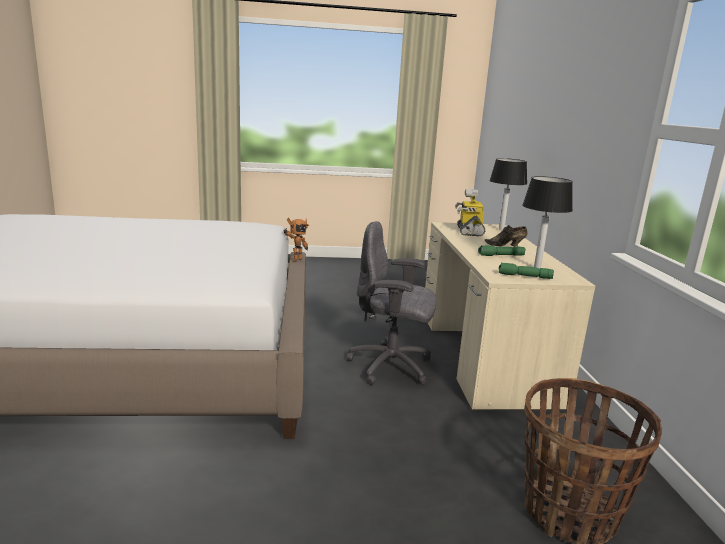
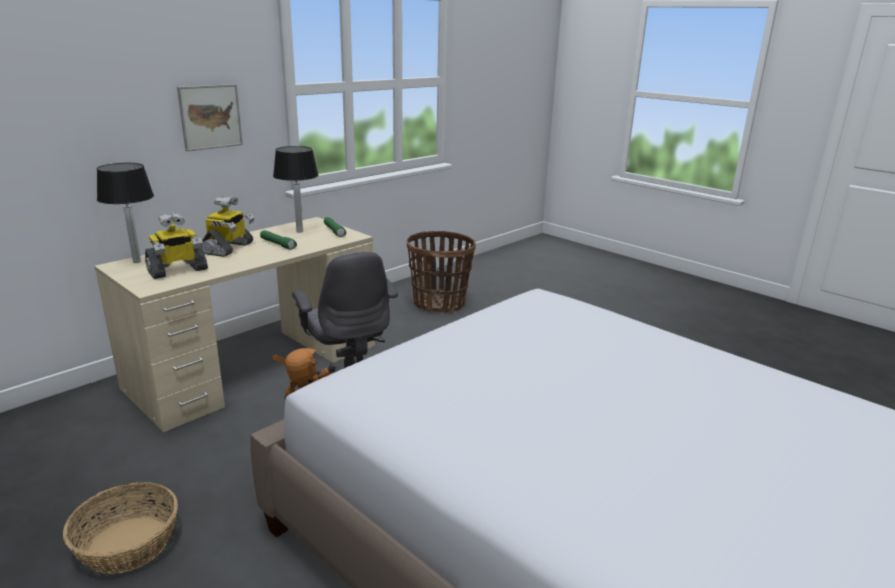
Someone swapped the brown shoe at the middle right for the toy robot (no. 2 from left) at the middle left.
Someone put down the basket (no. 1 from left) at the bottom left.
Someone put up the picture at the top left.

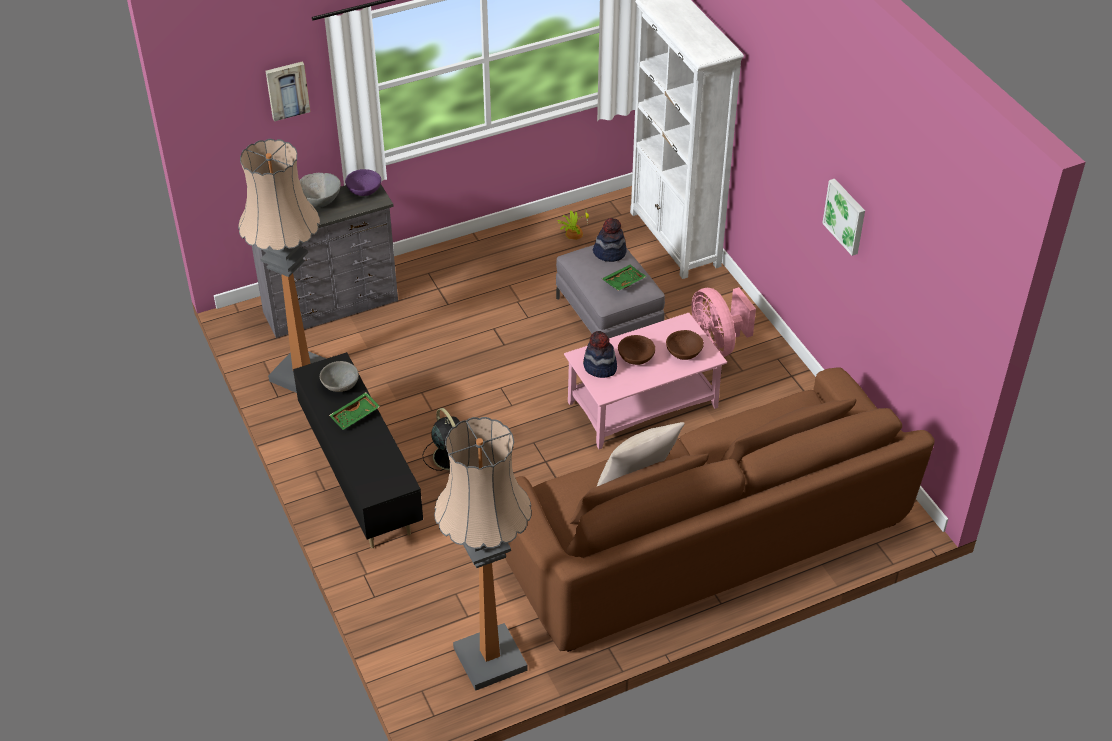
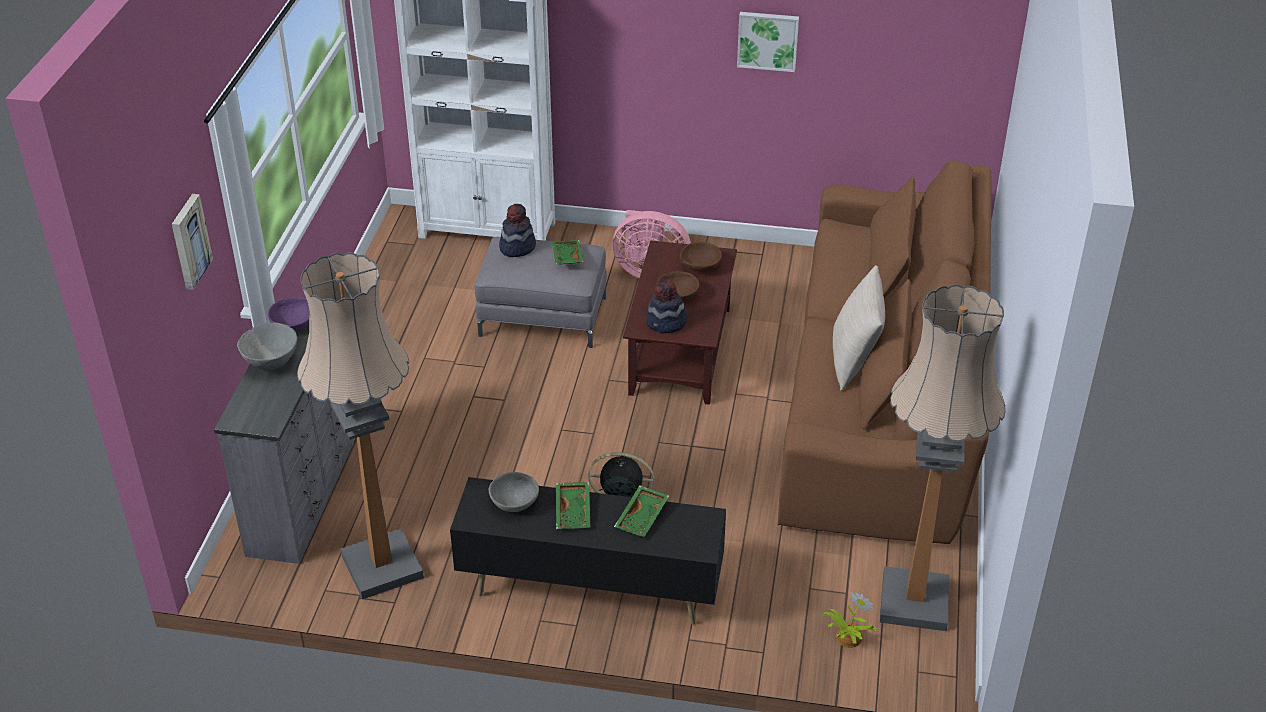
Someone carried the potted plant from the top centre to the bottom right.
Someone repainted the pink coffee table at the centre, which became the brown coffee table at the centre.
Someone put down the green tray (no. 3 from left) at the bottom centre.

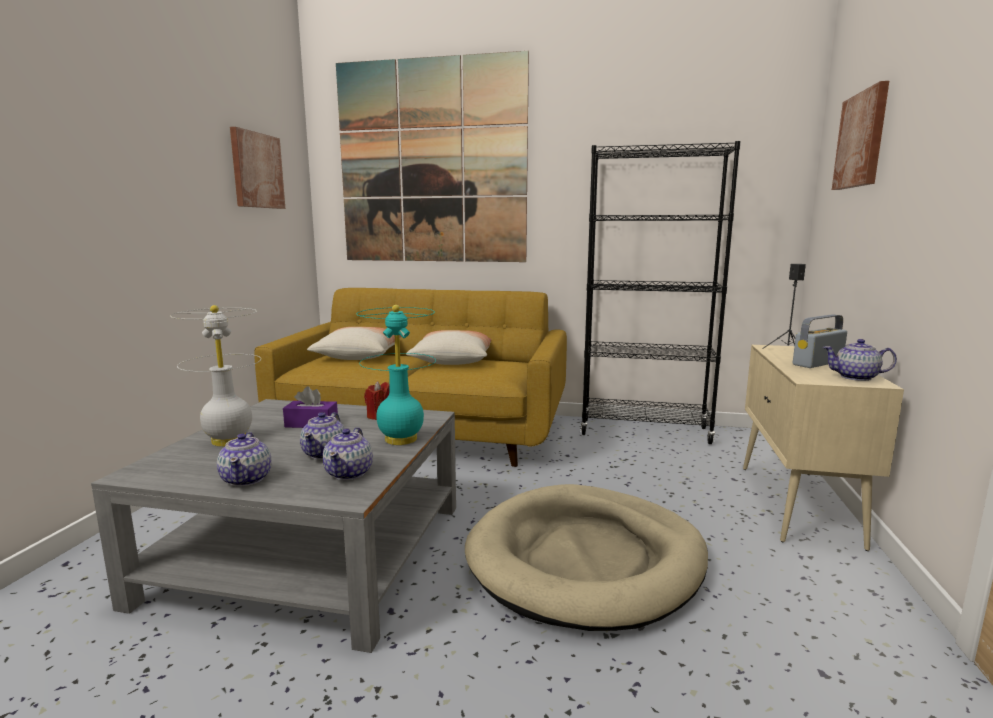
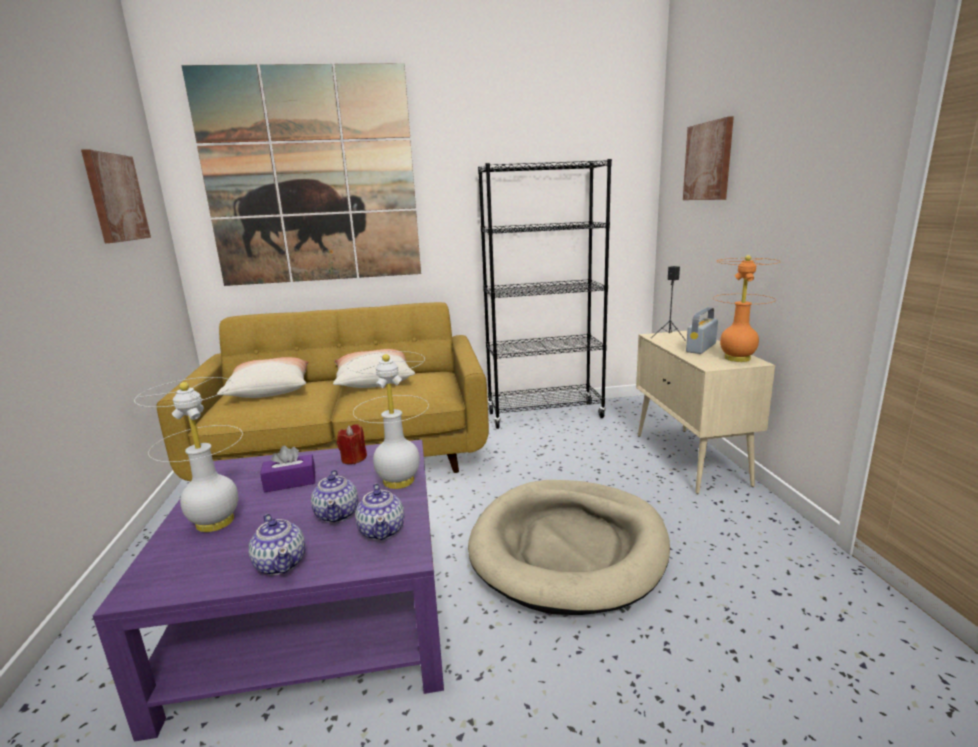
Someone repainted the grey coffee table at the bottom left, which became the purple coffee table at the bottom left.
Someone repainted the turquoise table lamp at the centre, which became the white table lamp (no. 2 from left) at the centre.
Someone swapped the teapot (no. 4 from left) at the middle right for the orange table lamp at the middle right.

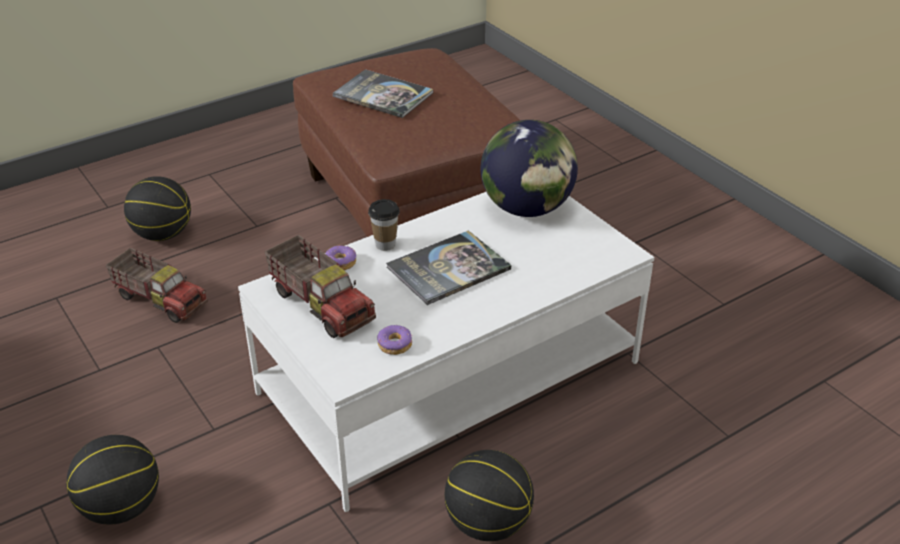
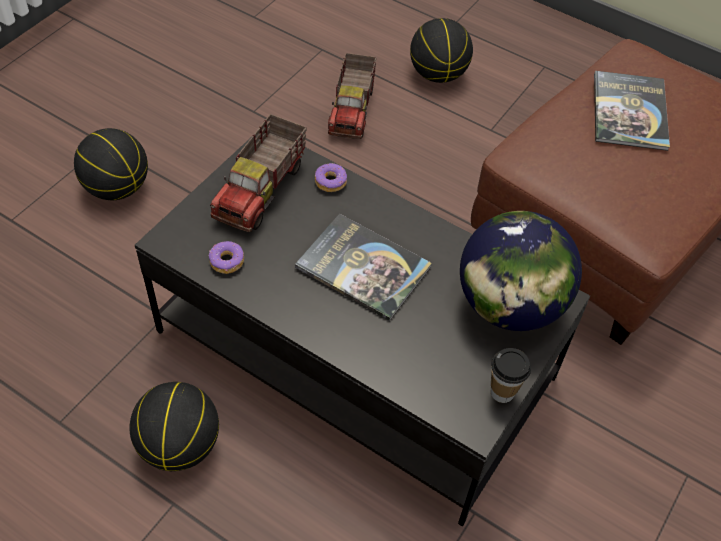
Someone repainted the white coffee table at the centre, which became the black coffee table at the centre.
Someone carried the cup from the centre to the bottom right.

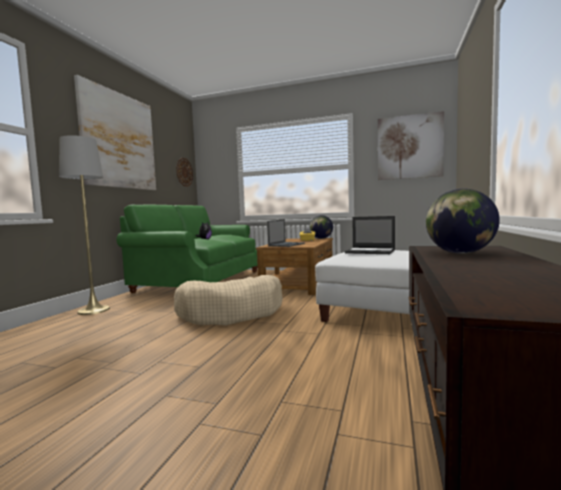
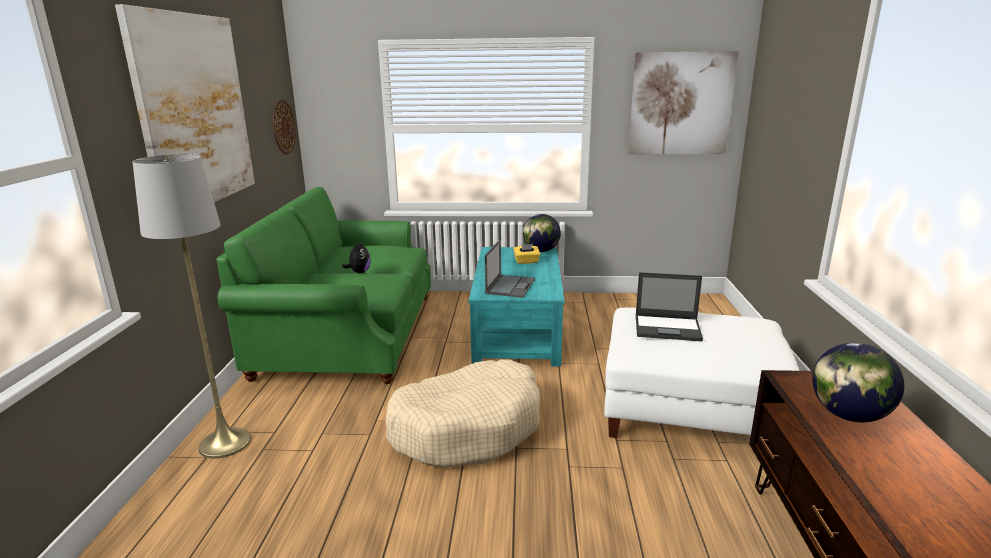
Someone repainted the brown coffee table at the centre, which became the turquoise coffee table at the centre.

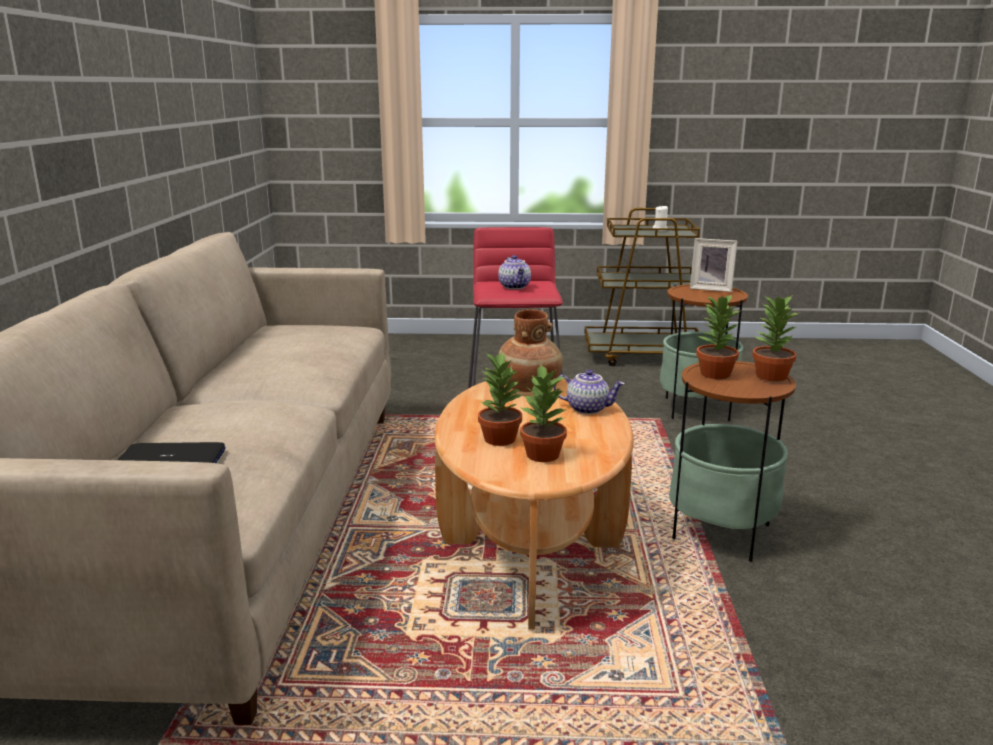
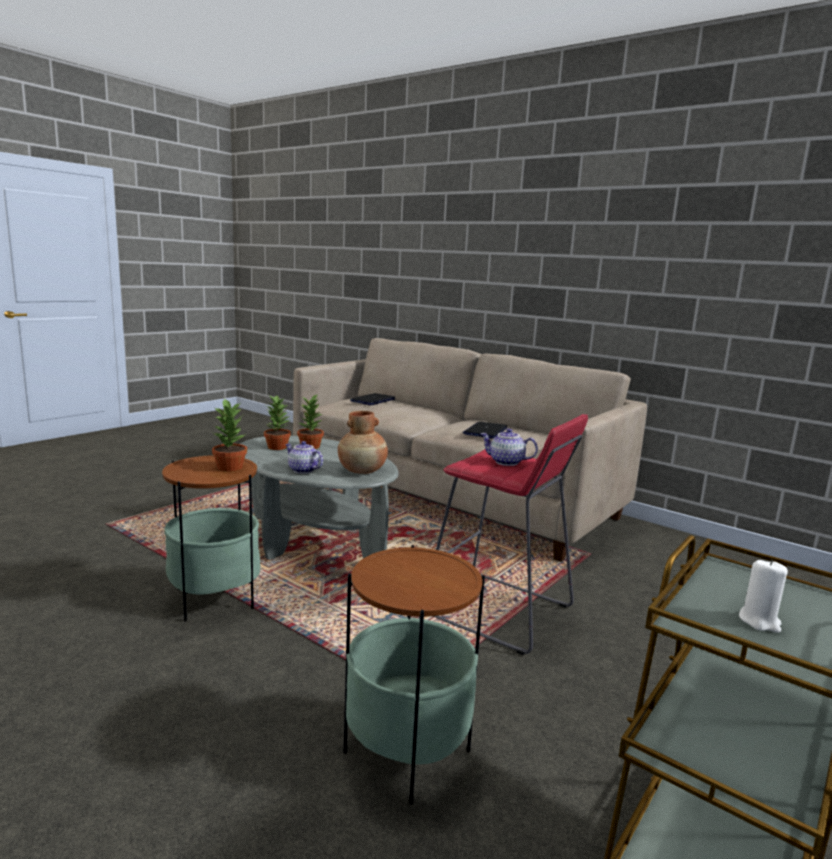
Someone repainted the brown coffee table at the bottom centre, which became the grey coffee table at the centre.
Someone rotated the teapot (no. 2 from left in the first image) at the centre by 75 degrees clockwise.
Someone took away the picture frame at the middle right.
Someone took away the potted plant (no. 4 from left) at the middle right.
Someone put down the laptop (no. 2 from left) at the centre.

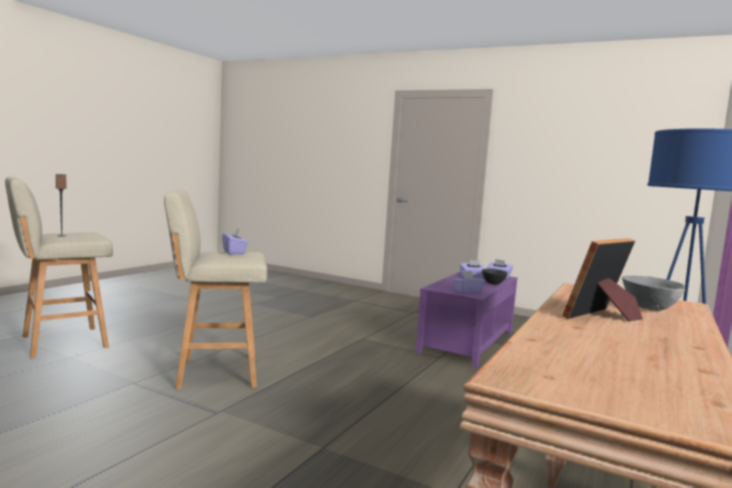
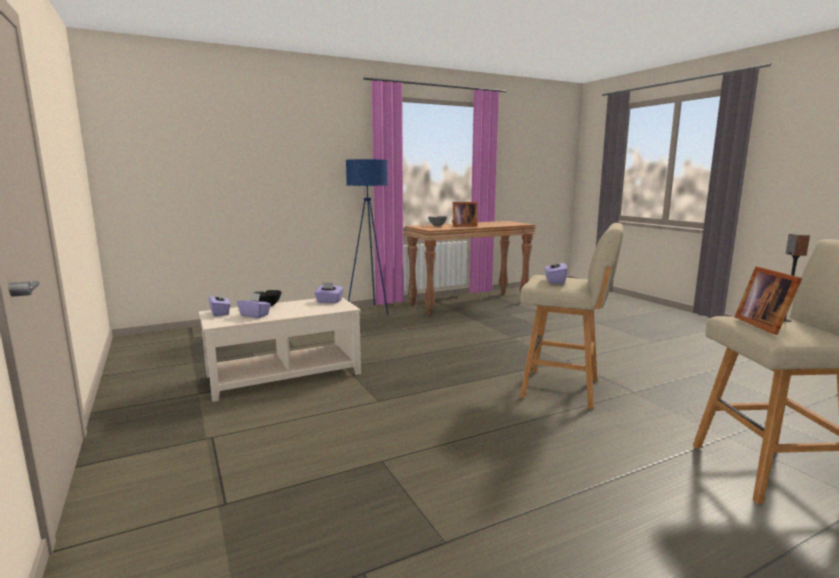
Someone repainted the purple coffee table at the centre, which became the beige coffee table at the centre.
Someone put down the picture frame (no. 2 from left) at the middle right.

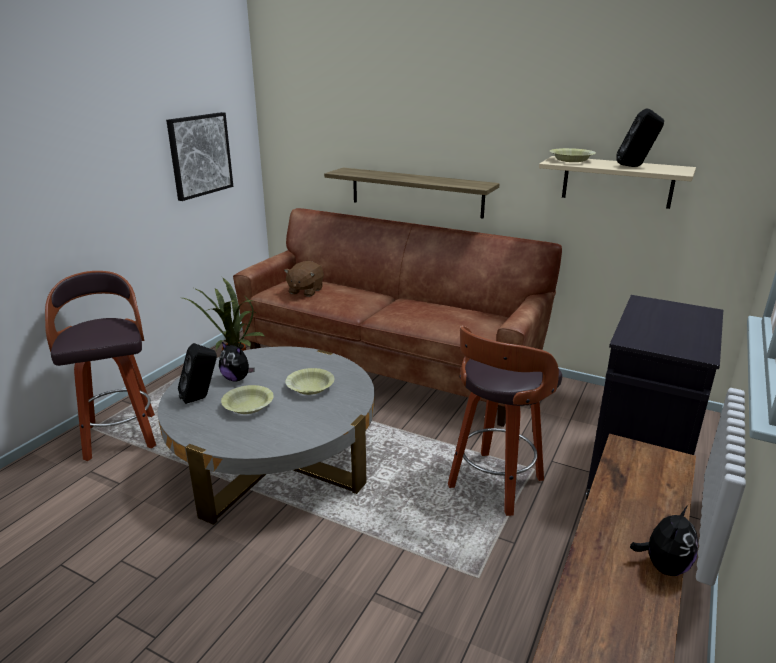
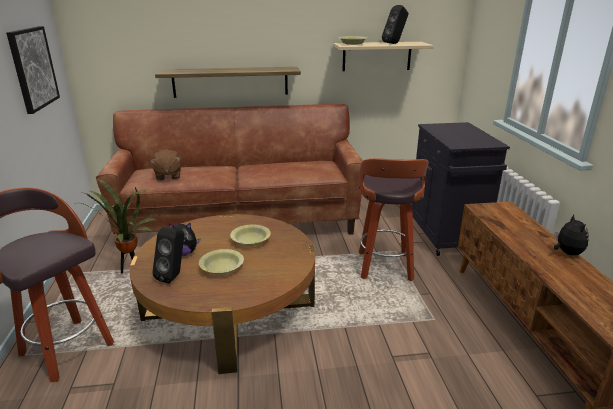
Someone repainted the grey coffee table at the centre, which became the brown coffee table at the bottom centre.

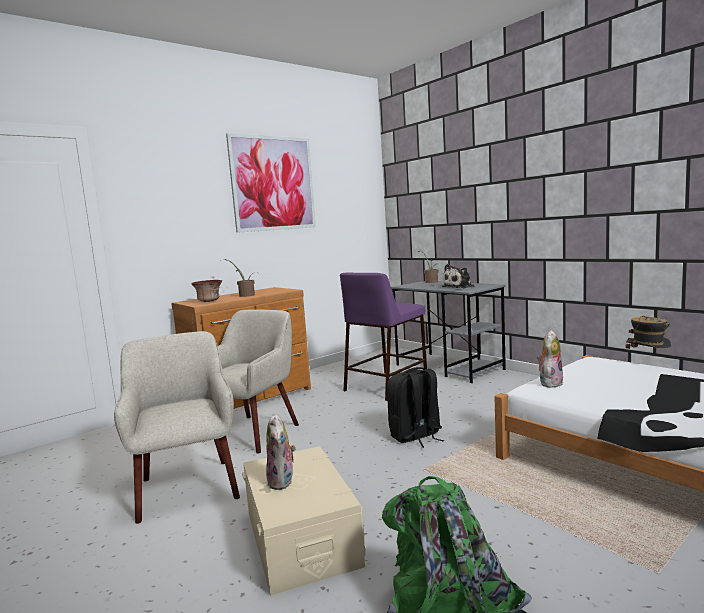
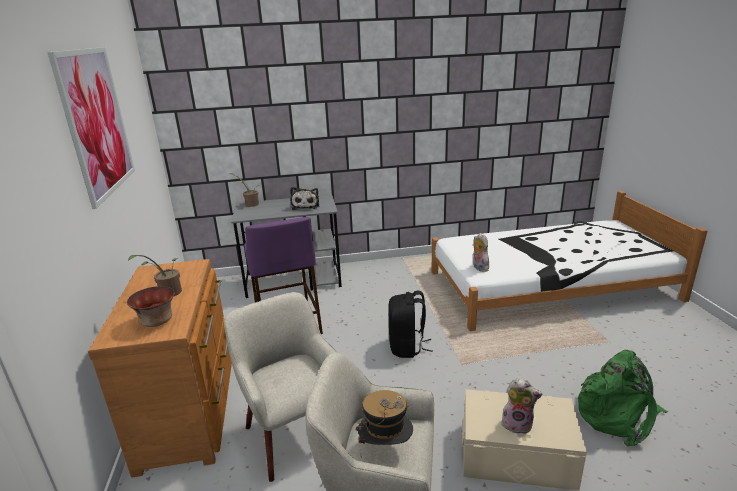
Someone carried the hat from the middle right to the bottom centre.

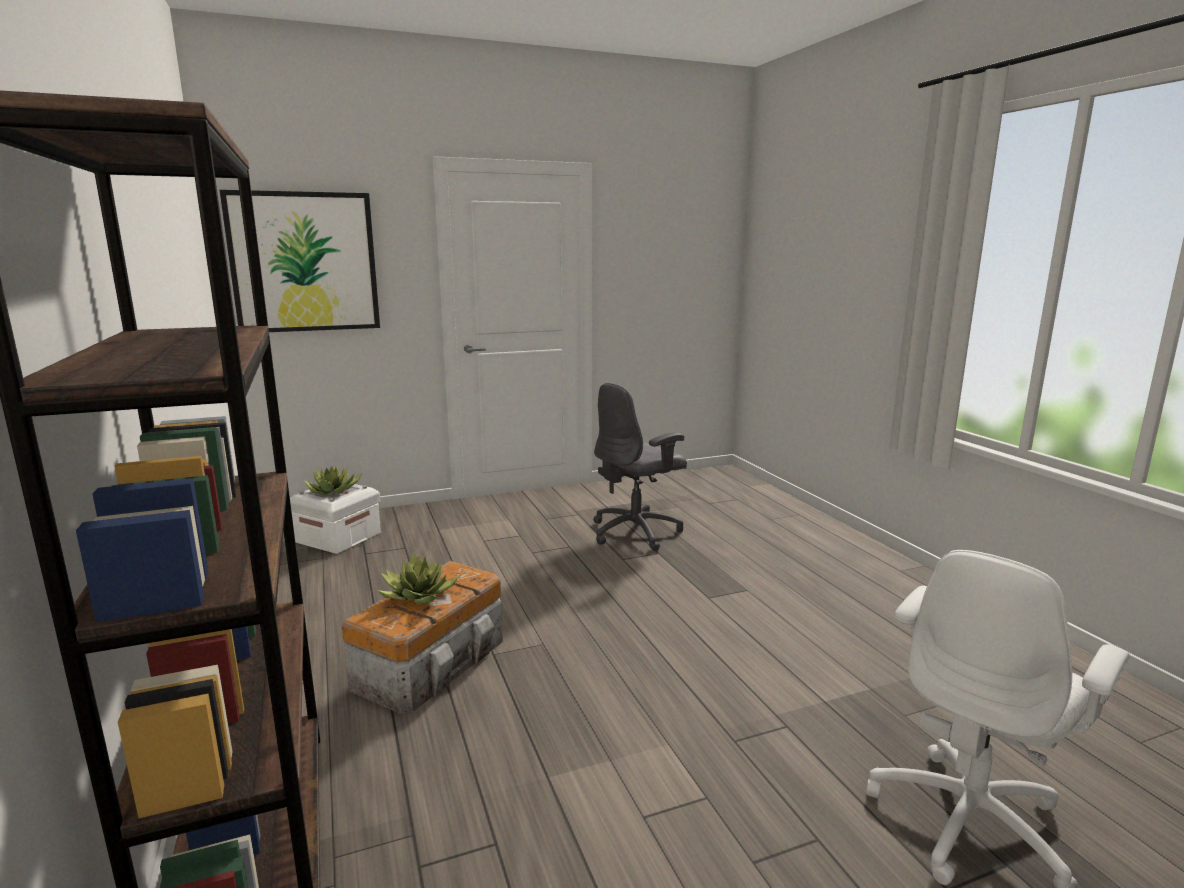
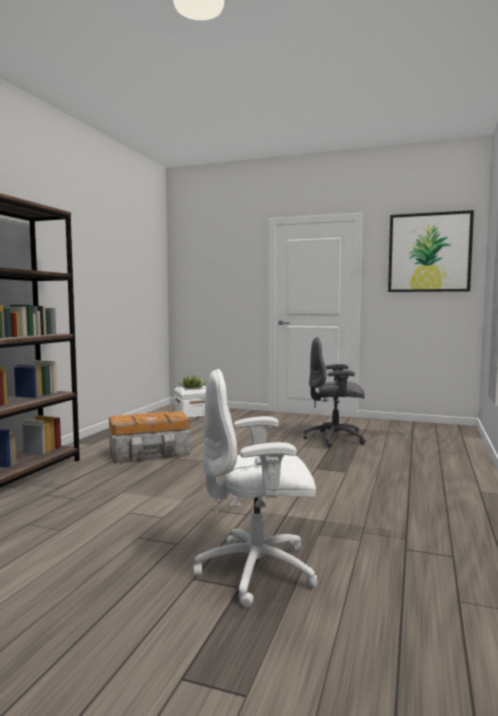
Someone carried the picture from the top left to the middle right.
Someone took away the potted plant (no. 2 from left) at the centre.

